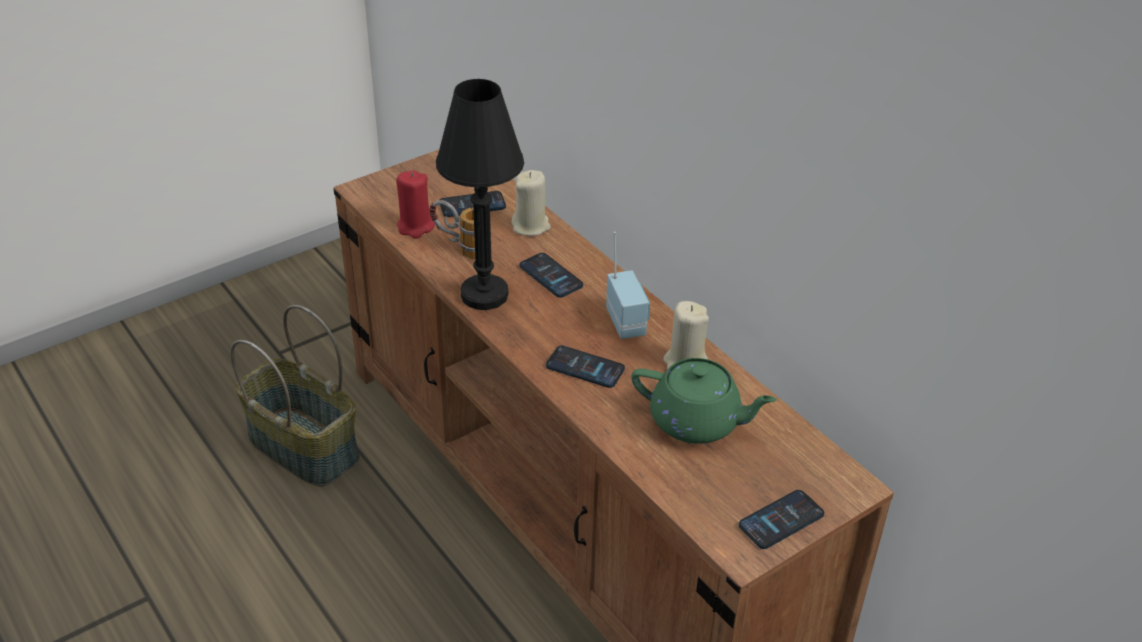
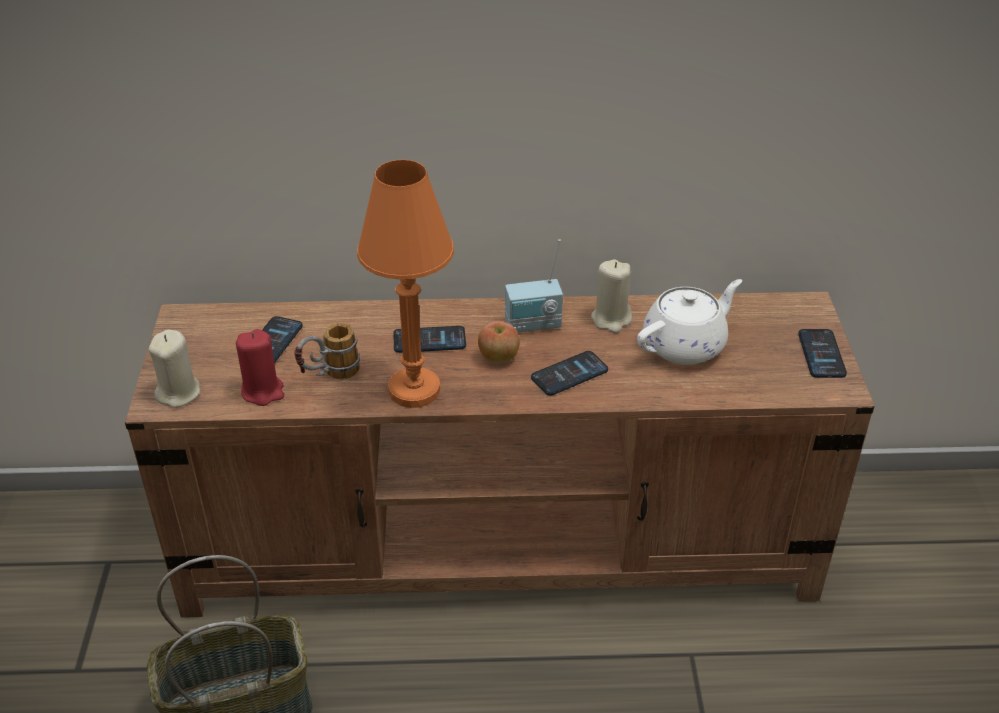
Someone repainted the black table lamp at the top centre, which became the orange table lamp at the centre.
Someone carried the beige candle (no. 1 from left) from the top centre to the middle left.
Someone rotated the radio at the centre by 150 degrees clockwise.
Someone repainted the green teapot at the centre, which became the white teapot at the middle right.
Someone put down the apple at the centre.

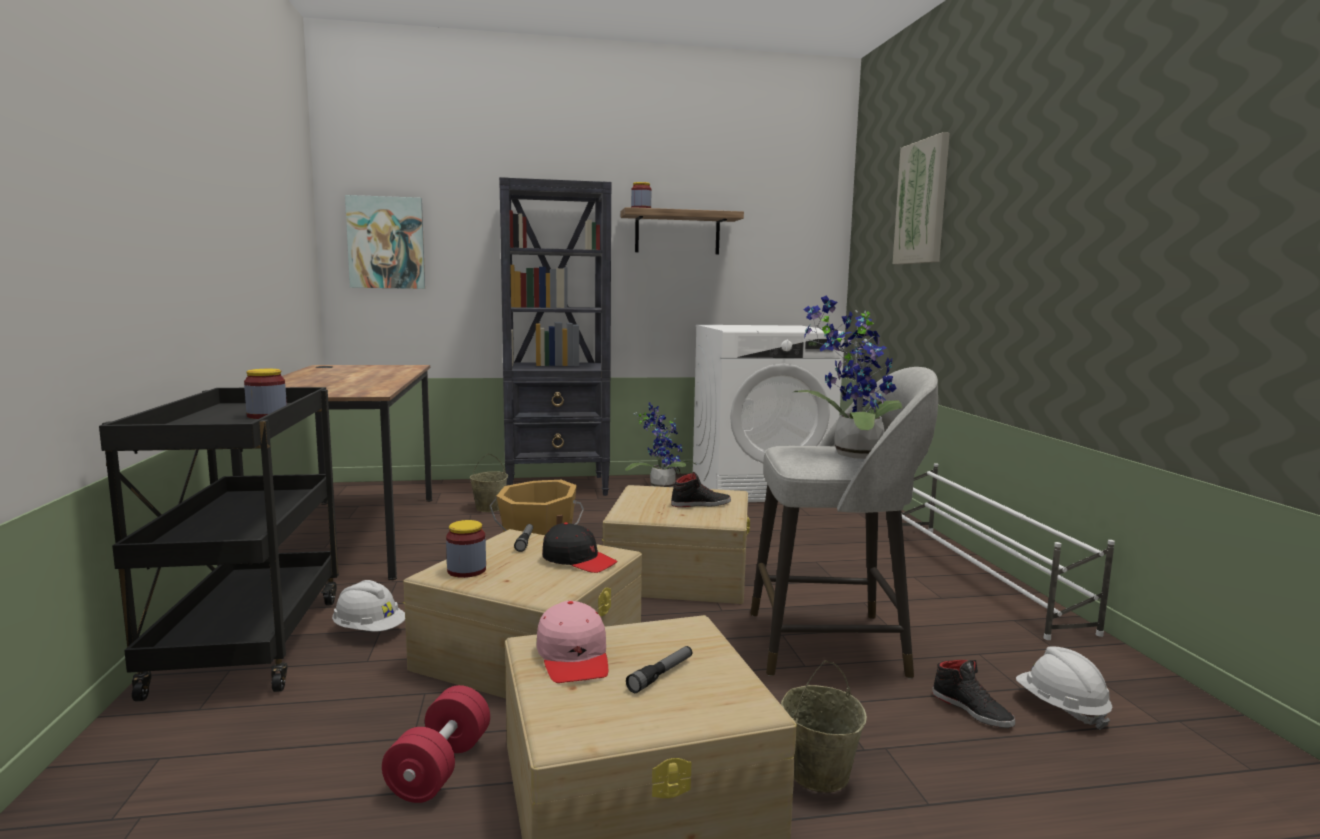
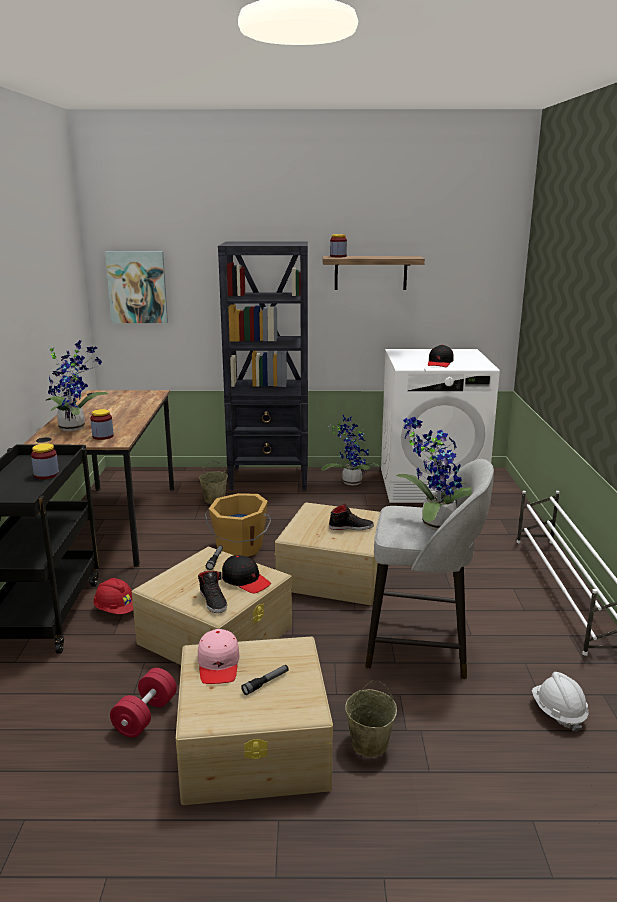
Someone repainted the white hard hat (no. 1 from left) at the bottom left, which became the red hard hat at the middle left.
Someone carried the jar (no. 2 from left) from the centre to the middle left.
Someone took away the picture (no. 2 from left) at the top right.
Someone carried the black shoe (no. 2 from left in the first image) from the bottom right to the centre.
Someone put down the potted plant (no. 1 from left) at the middle left.
Someone put down the black cap (no. 2 from left) at the middle right.

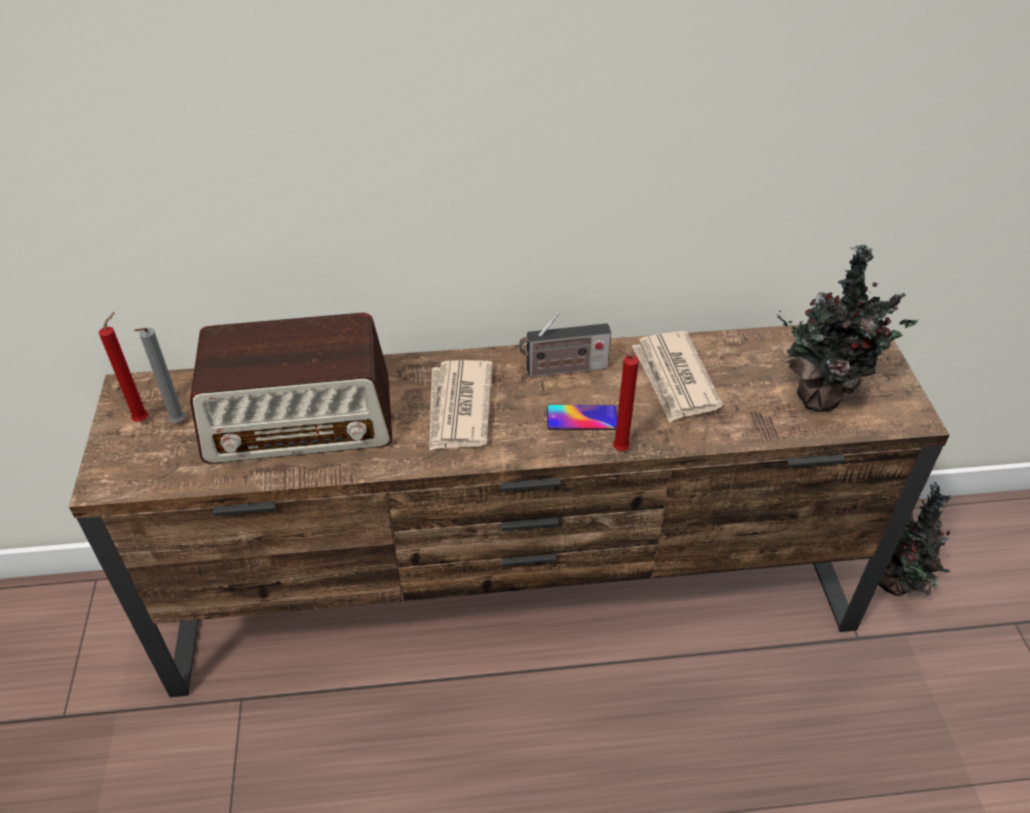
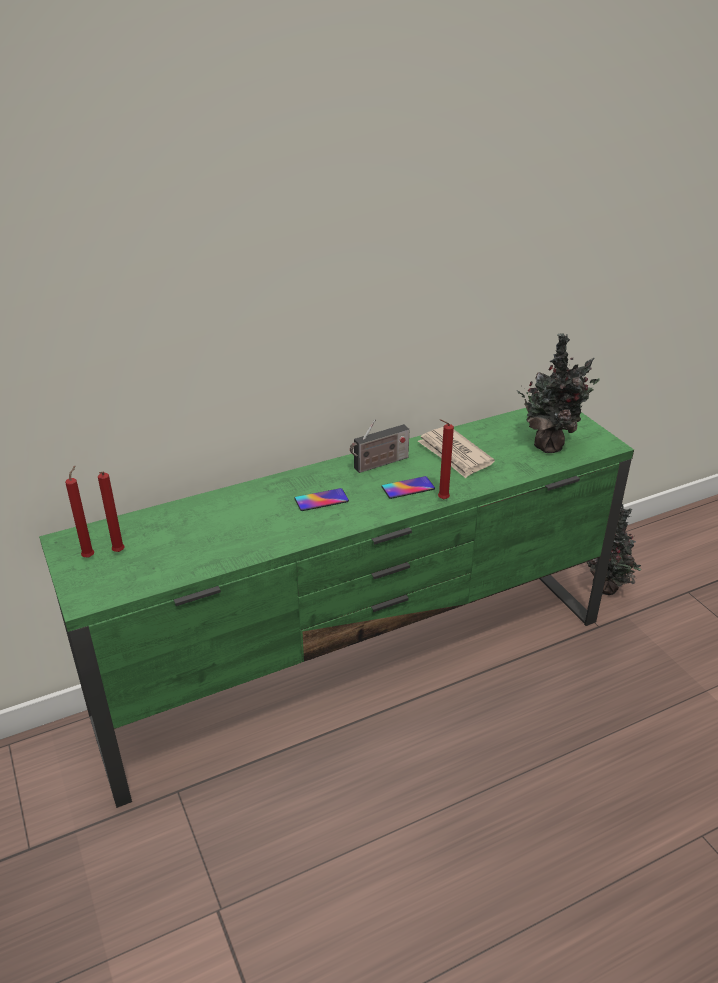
Someone repainted the brown tv stand at the centre, which became the green tv stand at the centre.
Someone repainted the grey candle at the middle left, which became the red candle (no. 2 from left) at the middle left.
Someone took away the radio (no. 1 from left) at the middle left.
Someone swapped the newspaper (no. 1 from left) at the centre for the phone (no. 1 from left) at the centre.

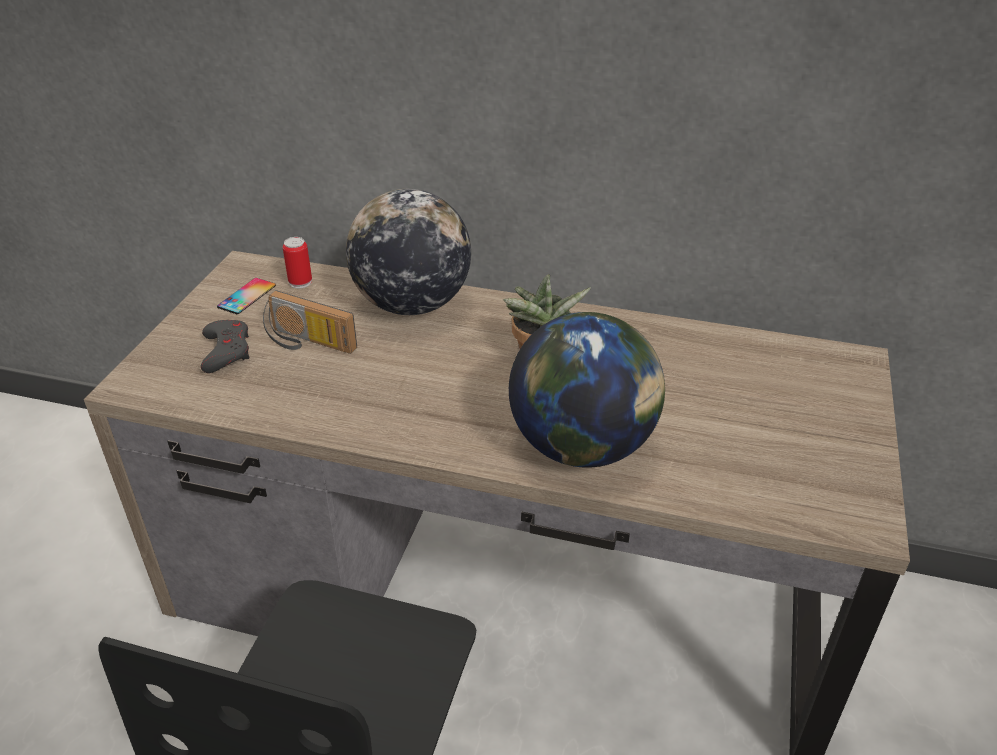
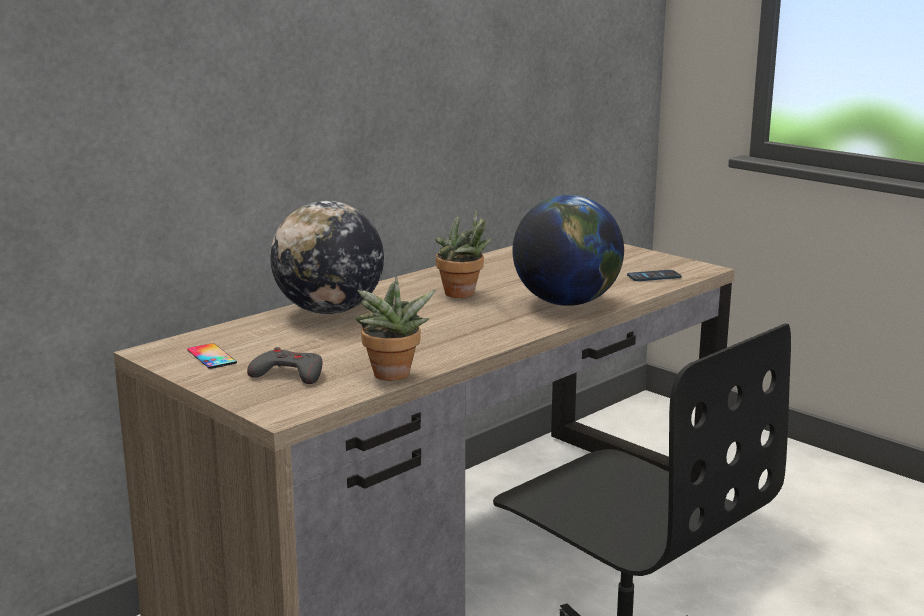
Someone took away the radio at the middle left.
Someone took away the can at the middle left.
Someone put down the potted plant (no. 1 from left) at the centre.
Someone put down the phone (no. 2 from left) at the middle right.

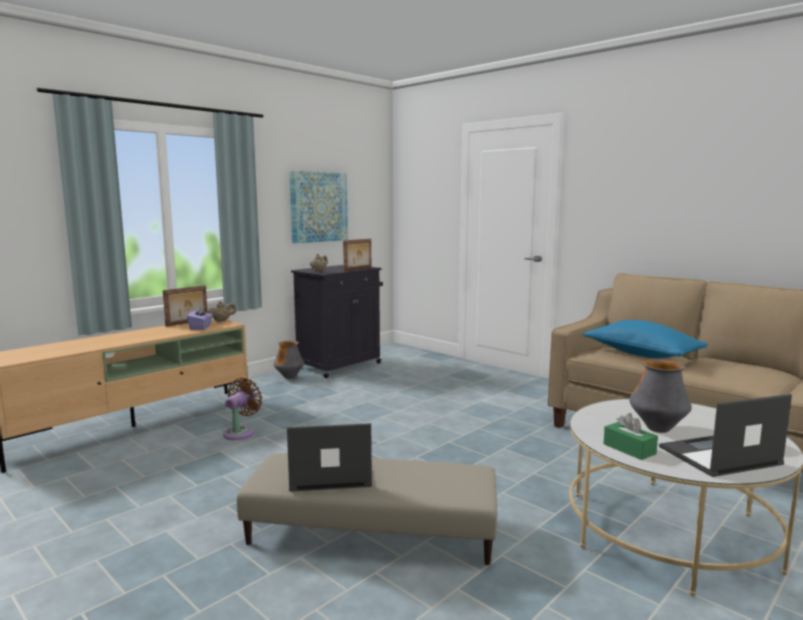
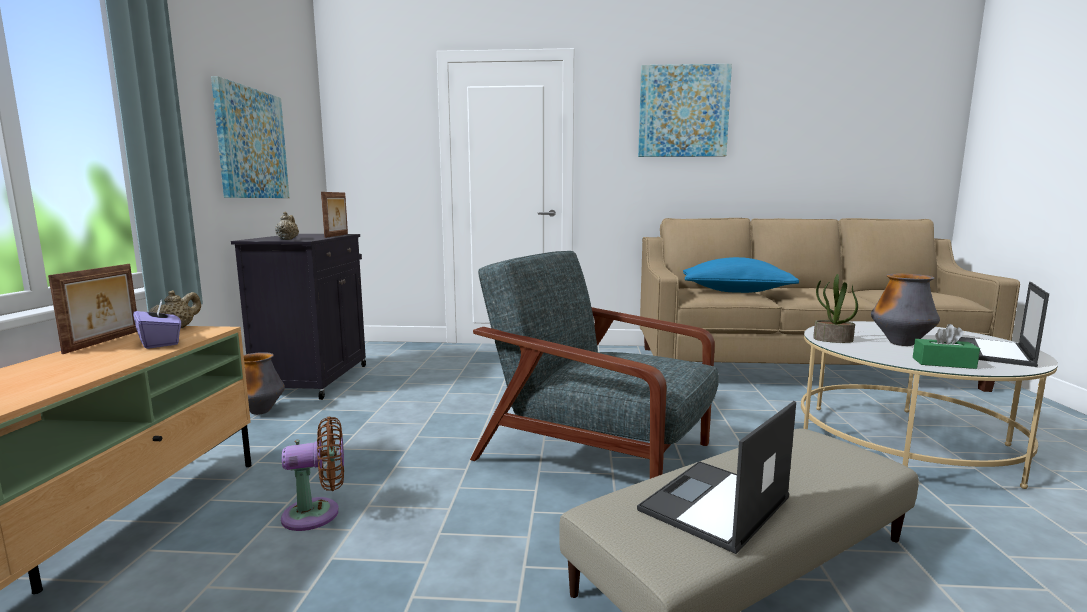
Someone rotated the brown fan at the middle left by 90 degrees clockwise.
Someone put down the grey armchair at the centre.
Someone put up the picture (no. 2 from left) at the top centre.
Someone put down the potted plant at the middle right.

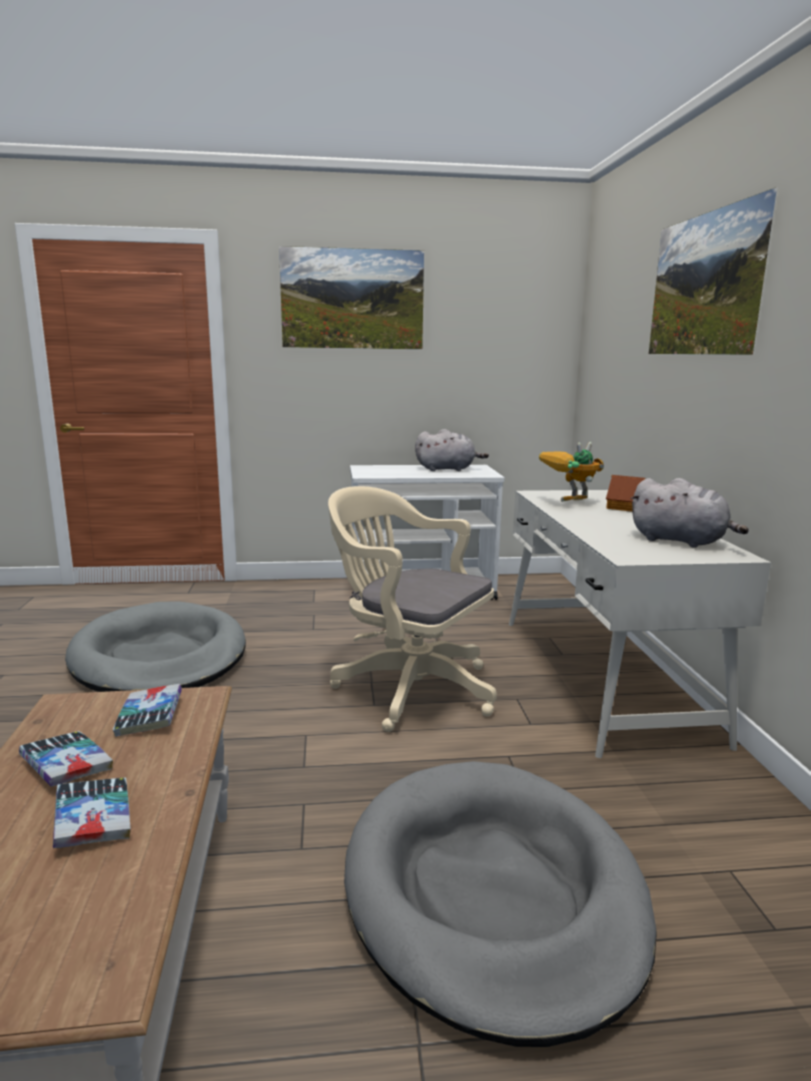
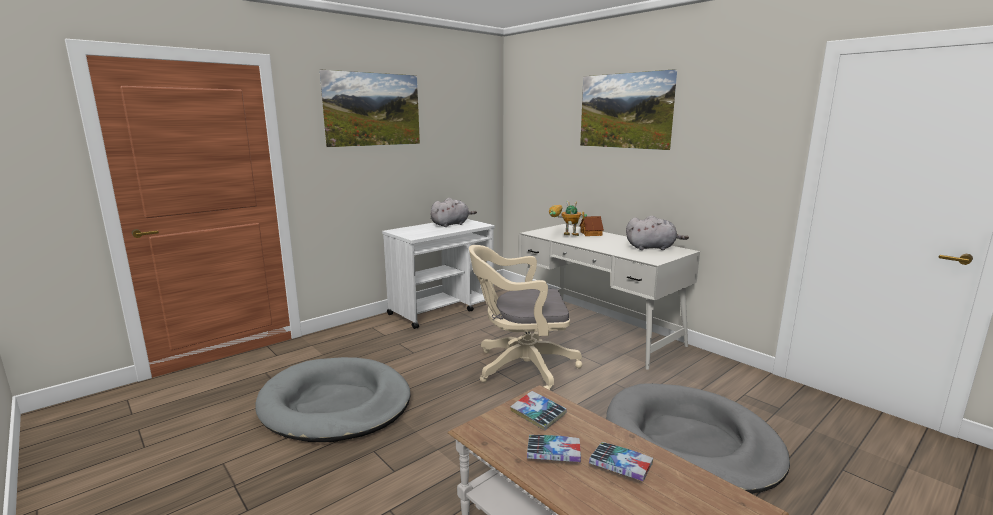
Someone rotated the toy robot at the middle right by 75 degrees clockwise.

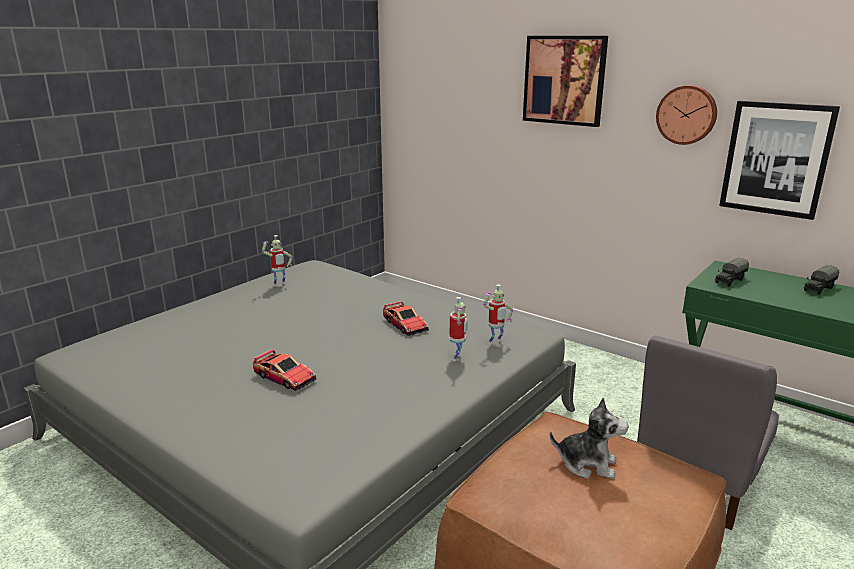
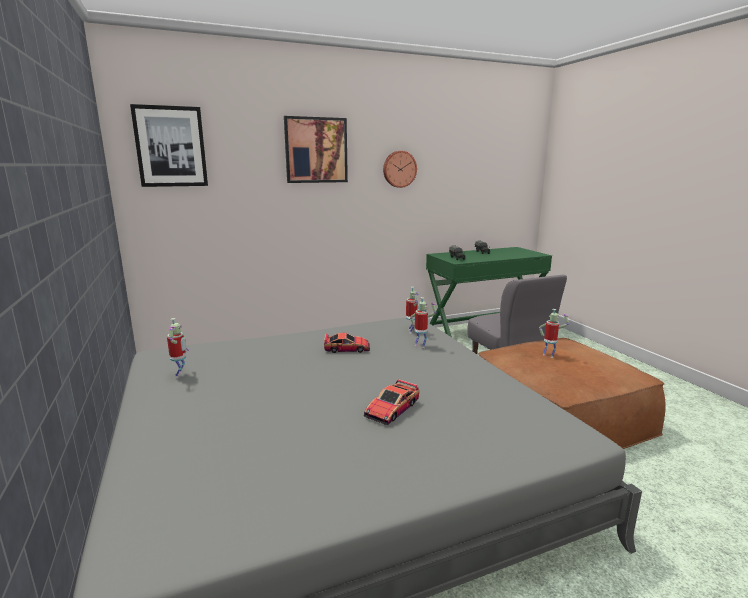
Someone rotated the toy car (no. 1 from left in the first image) at the centre by 150 degrees clockwise.
Someone swapped the plush toy at the bottom right for the toy robot (no. 4 from left) at the middle right.
Someone carried the picture (no. 2 from left in the first image) from the top right to the top left.

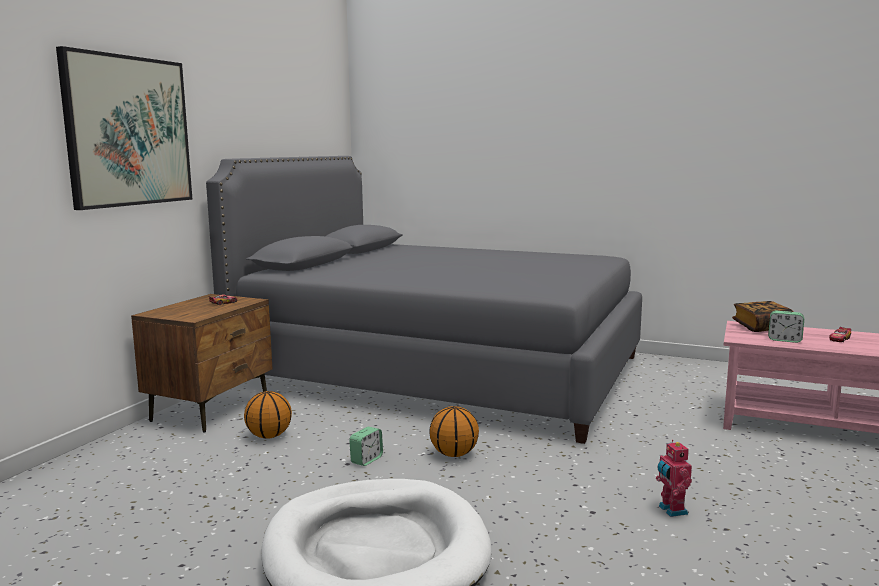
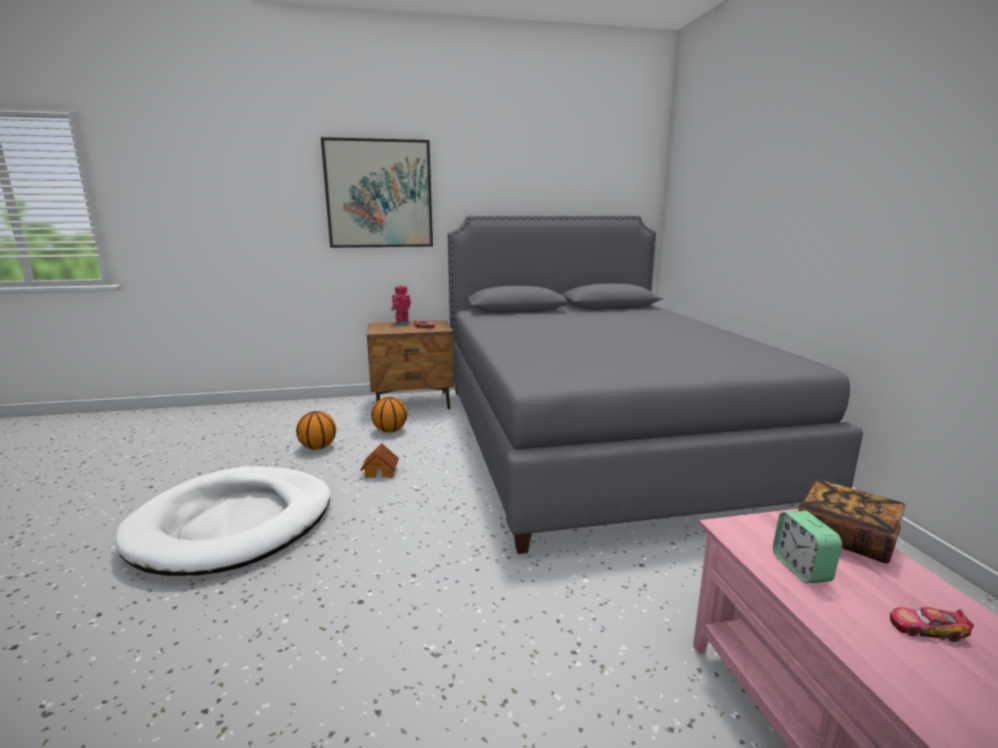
Someone swapped the alarm clock (no. 1 from left) at the bottom centre for the toy house at the centre.
Someone carried the basketball (no. 2 from left in the first image) from the bottom centre to the middle left.
Someone carried the toy robot from the bottom right to the centre.

